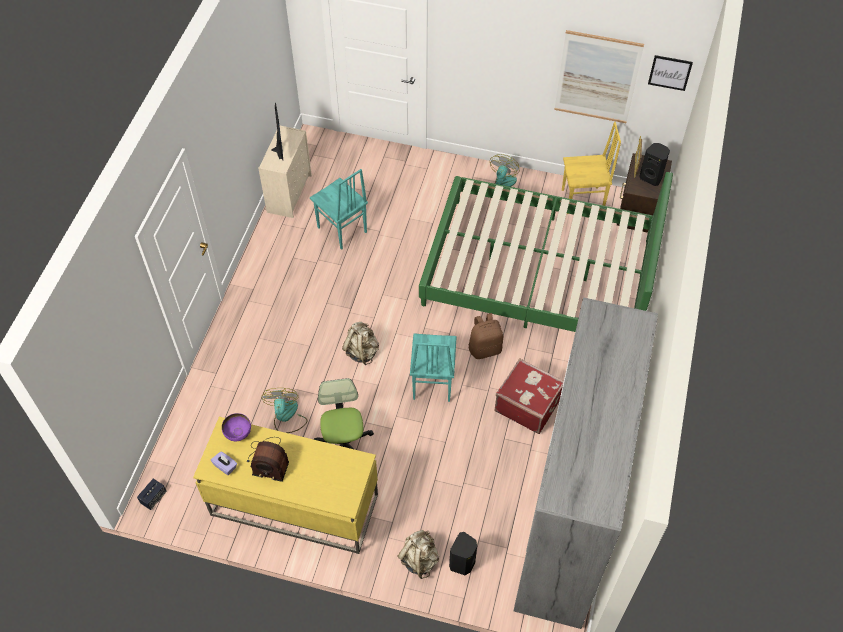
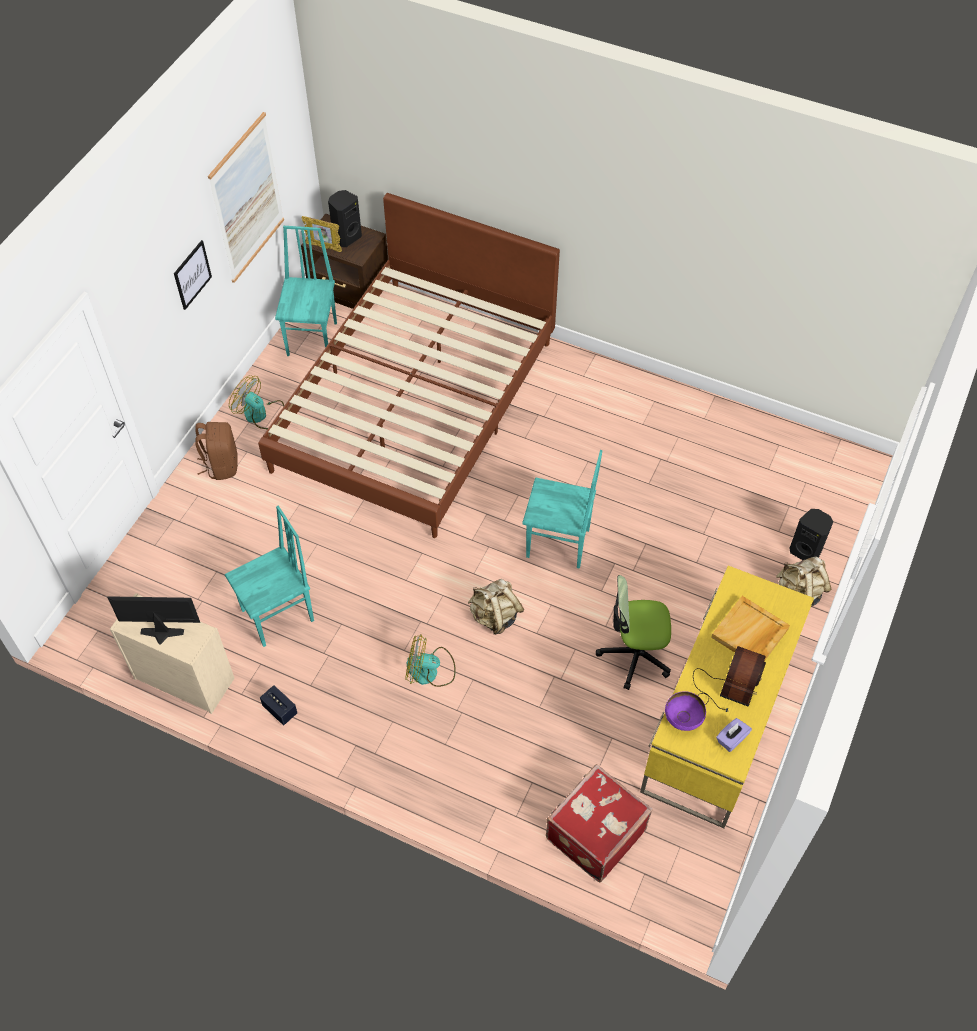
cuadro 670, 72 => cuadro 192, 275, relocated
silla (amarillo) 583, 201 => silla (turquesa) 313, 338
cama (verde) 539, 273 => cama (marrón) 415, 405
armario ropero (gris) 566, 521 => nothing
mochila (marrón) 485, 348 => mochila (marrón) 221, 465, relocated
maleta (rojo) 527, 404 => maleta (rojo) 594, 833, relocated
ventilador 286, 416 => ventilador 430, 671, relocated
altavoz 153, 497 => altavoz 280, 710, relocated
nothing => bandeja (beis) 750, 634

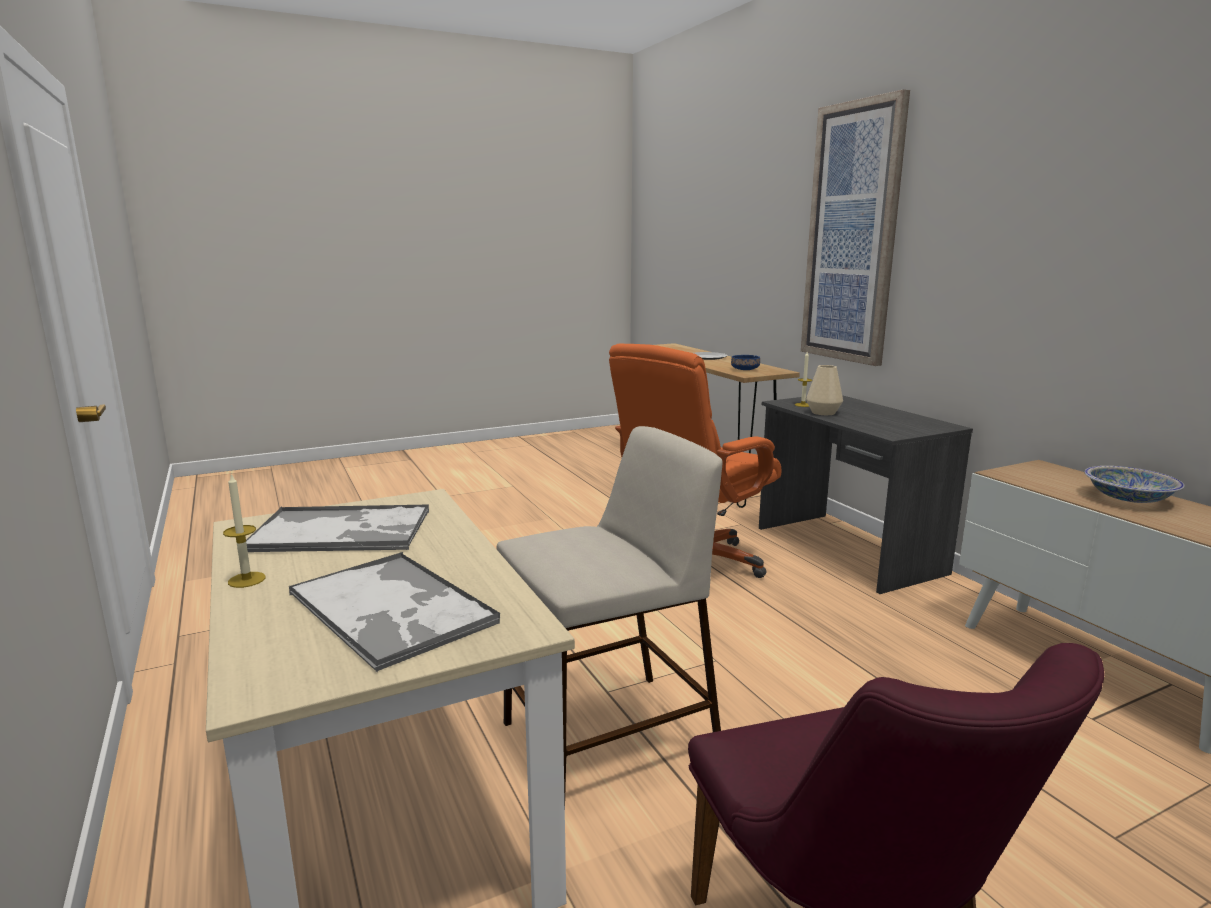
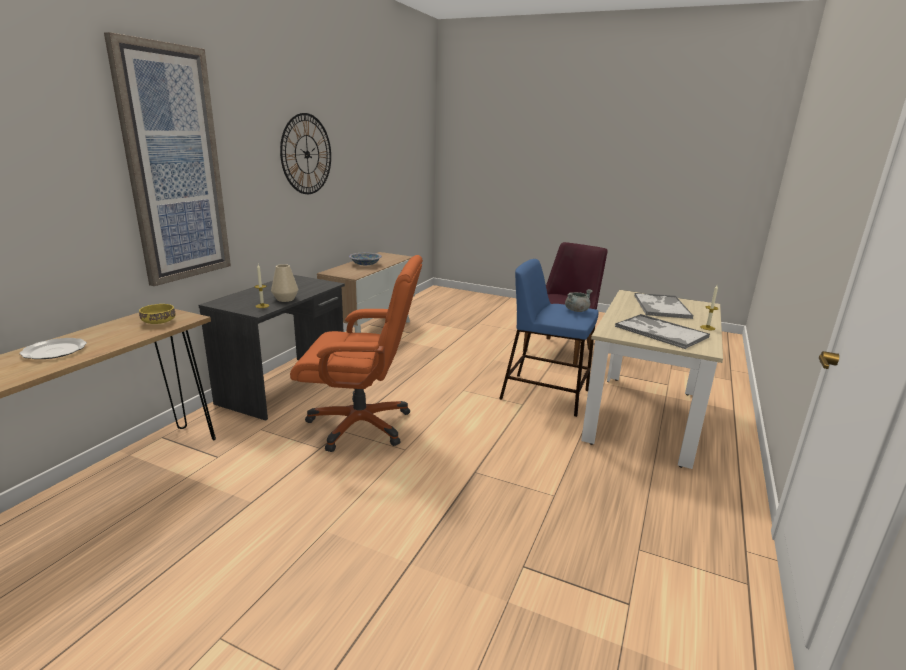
cuenco (azul) 744, 370 => cuenco (amarillo) 159, 322
taburete (beis) 608, 738 => taburete (azul) 546, 394
nothing => reloj de pared 307, 154
nothing => olla (gris) 576, 310

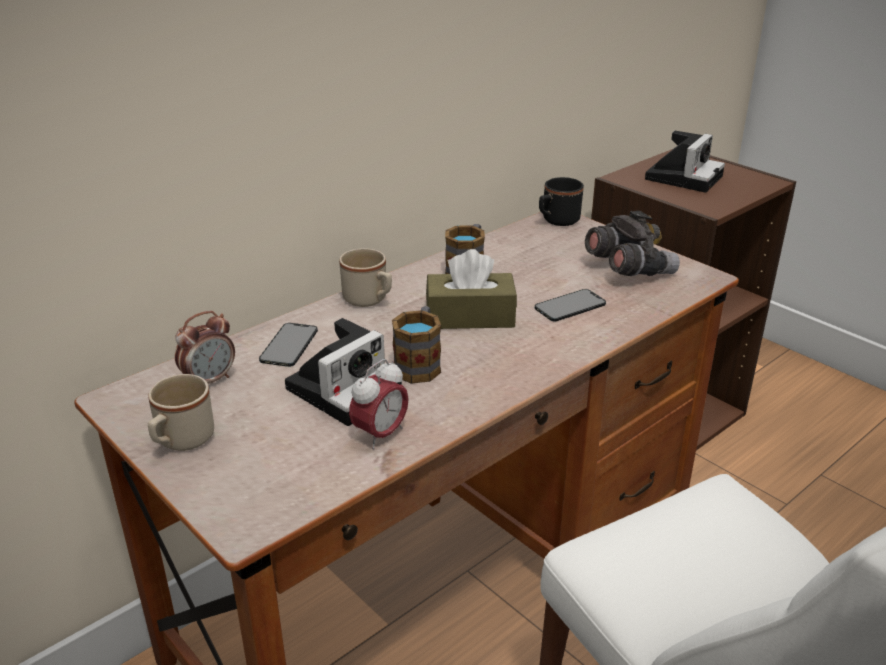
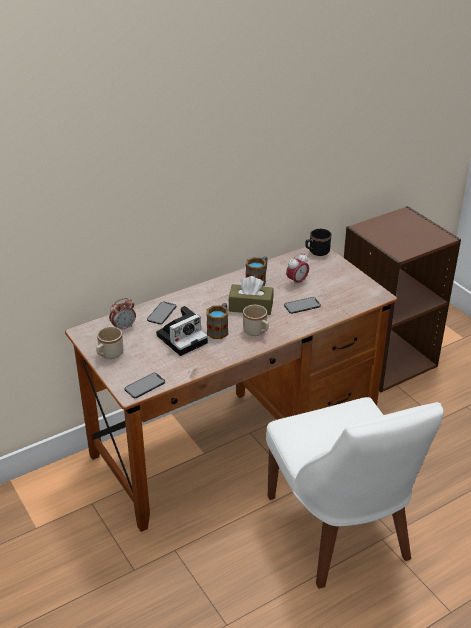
cámara 683, 177 => nothing
prismáticos (gris) 628, 270 => nothing
taza grande (beis) 369, 300 => taza grande (beis) 257, 332, relocated
despertador 380, 435 => despertador 297, 282, relocated
nothing => móvil 145, 385

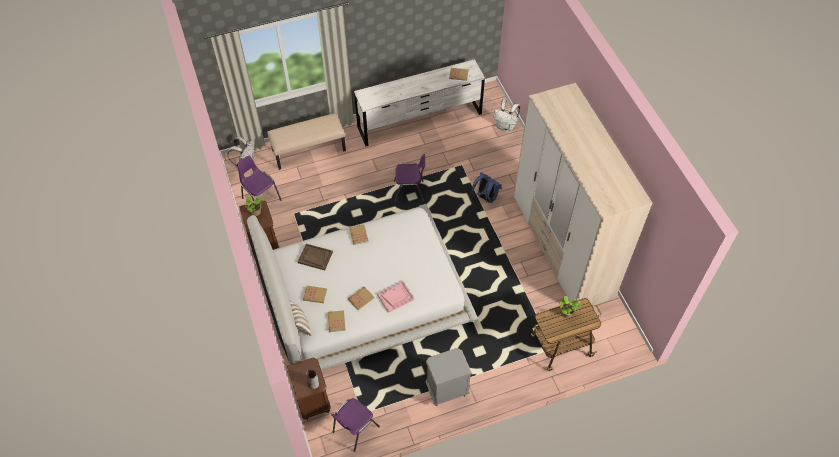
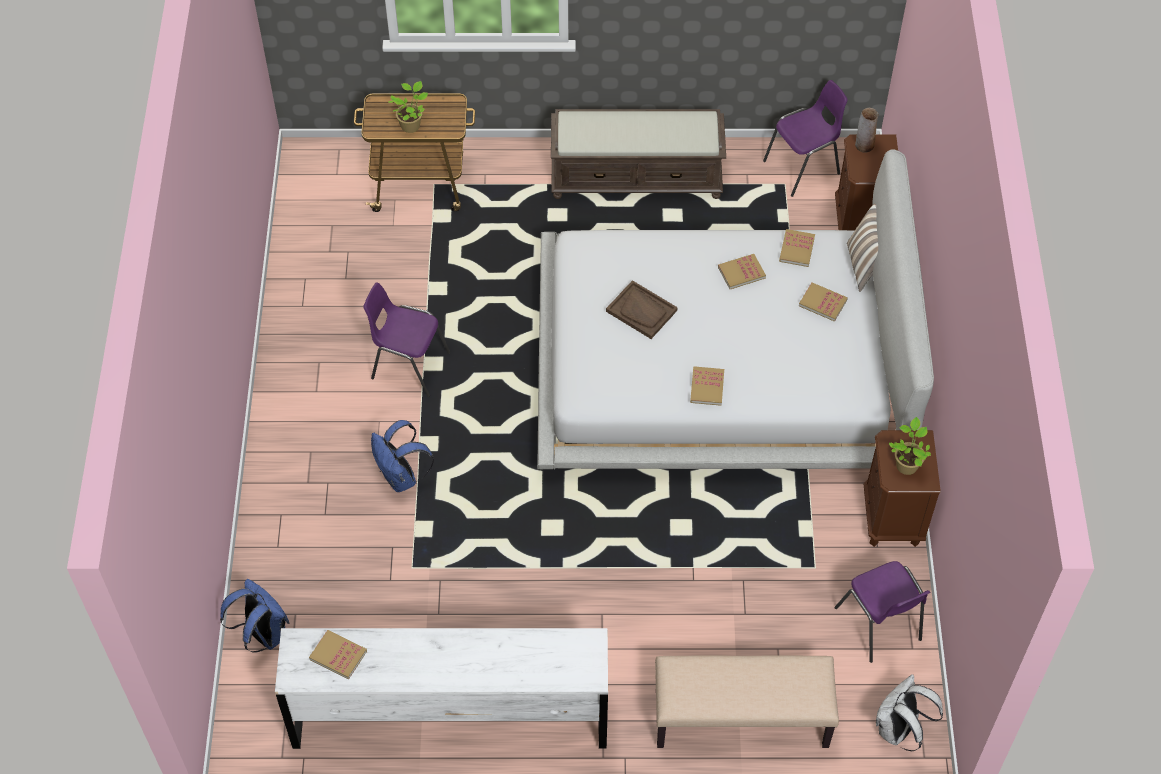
armario ropero 561, 247 => nothing
mochila (blanco) 505, 126 => mochila (azul) 263, 634
silla (morado) 409, 191 => silla (morado) 408, 365, relocated
bandeja (marrón) 315, 257 => bandeja (marrón) 641, 311, relocated
bandeja (rosa) 395, 297 => nothing
mesita de noche (gris) 446, 390 => banco (marrón) 637, 177

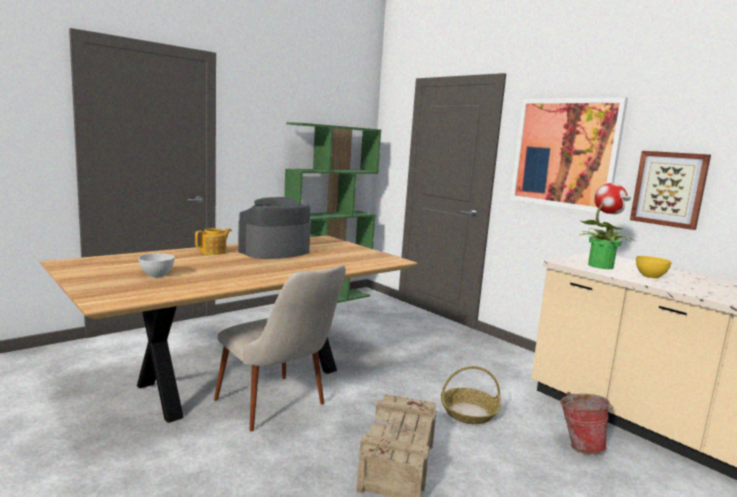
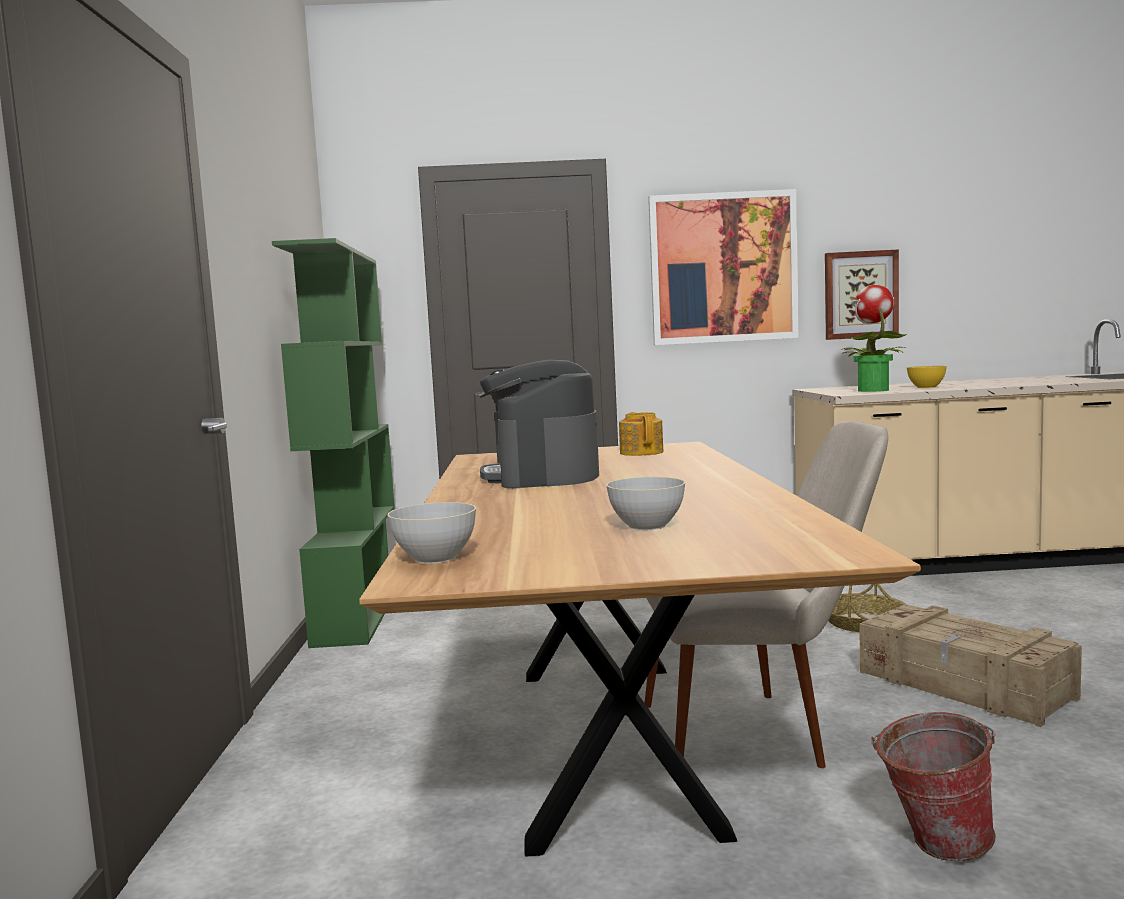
tetera 214, 252 => tetera 642, 452, relocated
cubo 579, 445 => cubo 933, 844, relocated
nothing => cuenco (gris) 435, 558

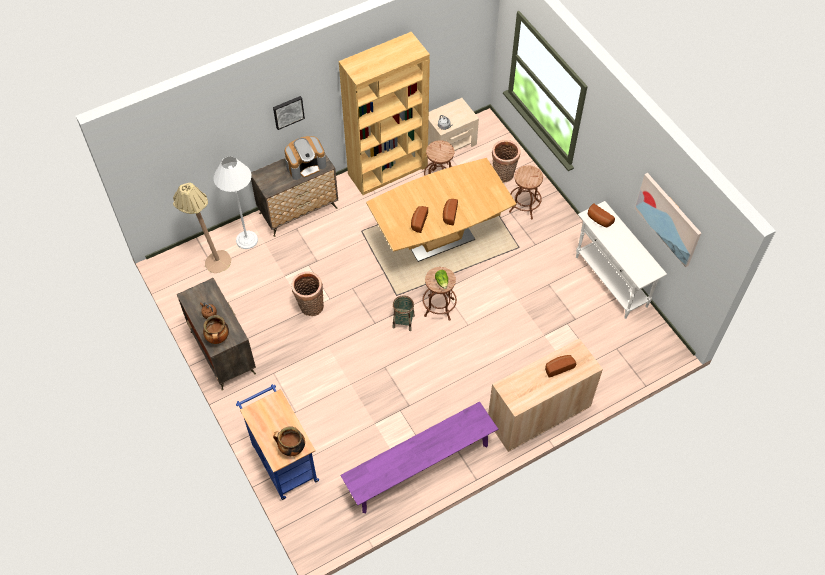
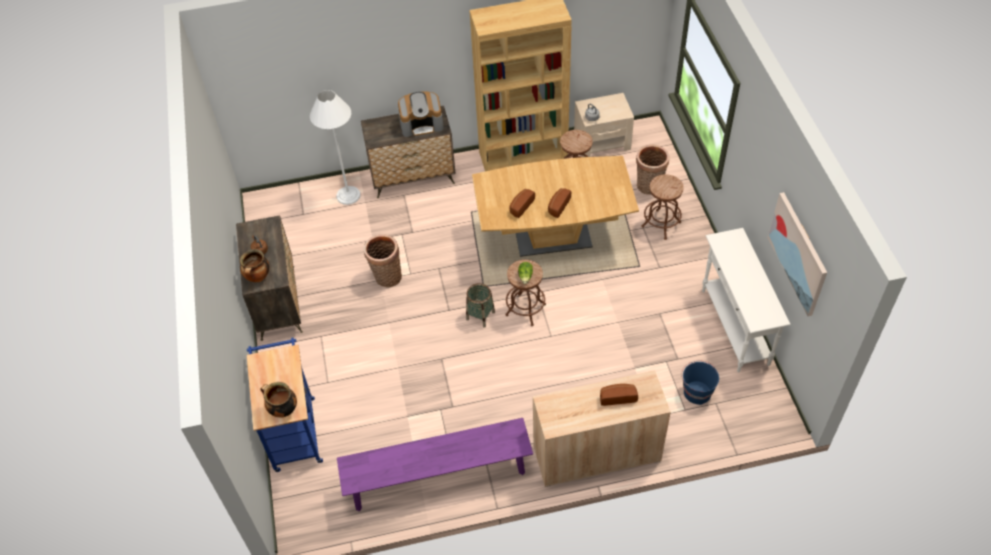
cuadro 288, 111 => nothing
lámpara de pie (beis) 212, 261 => nothing
pan 598, 220 => nothing
nothing => cubo (azul) 696, 392

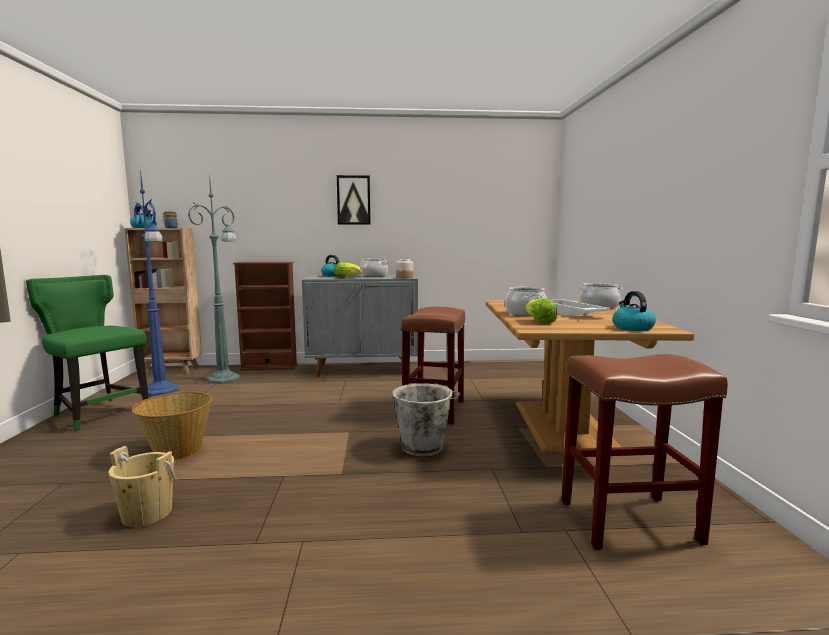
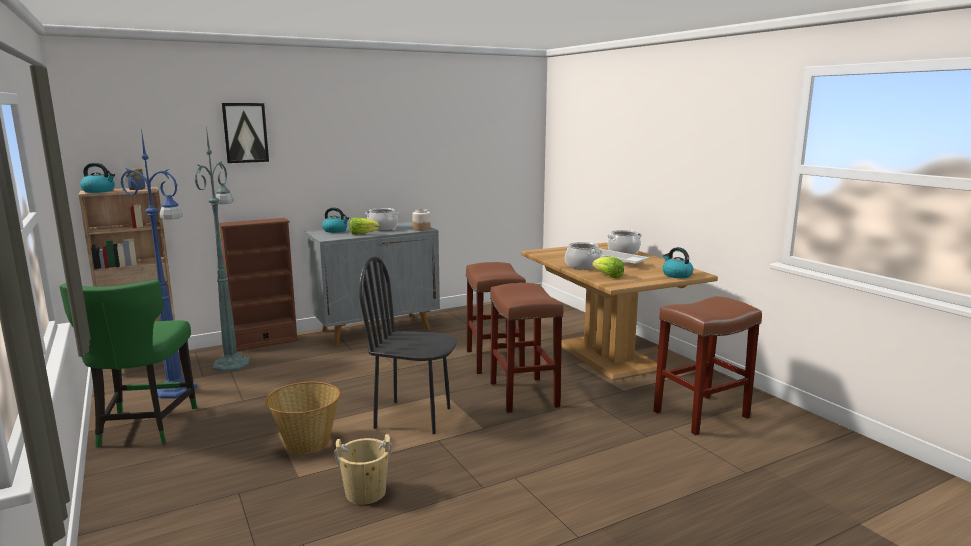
cuadro 353, 200 => cuadro 245, 132, relocated
silla (verde) 98, 413 => silla (verde) 144, 427, 105 degrees counterclockwise
cubo (gris) 424, 447 => taburete (marrón) 522, 394
nothing => silla (negro) 413, 417

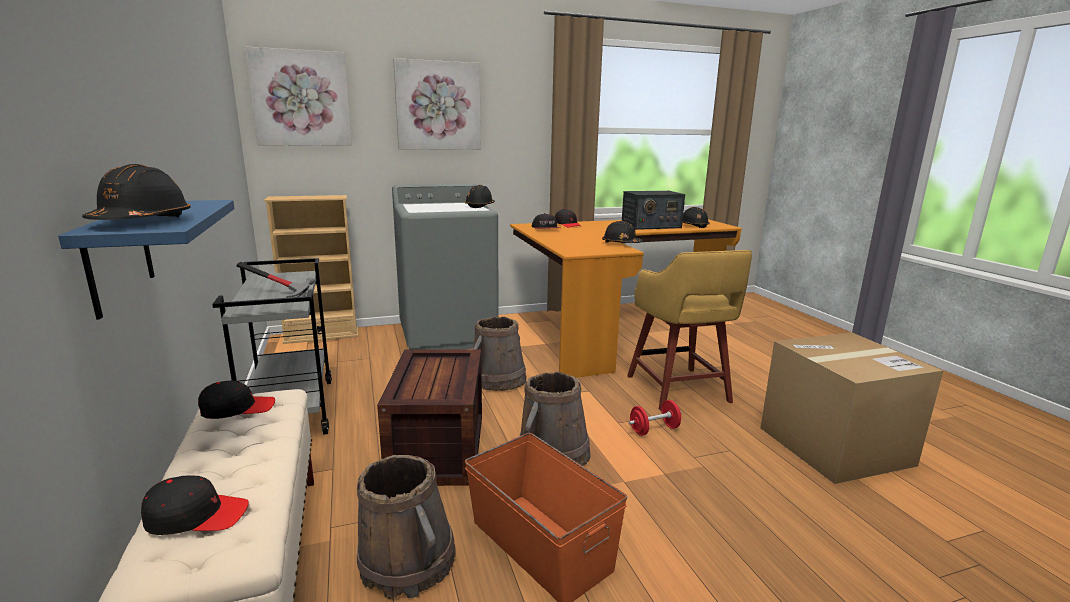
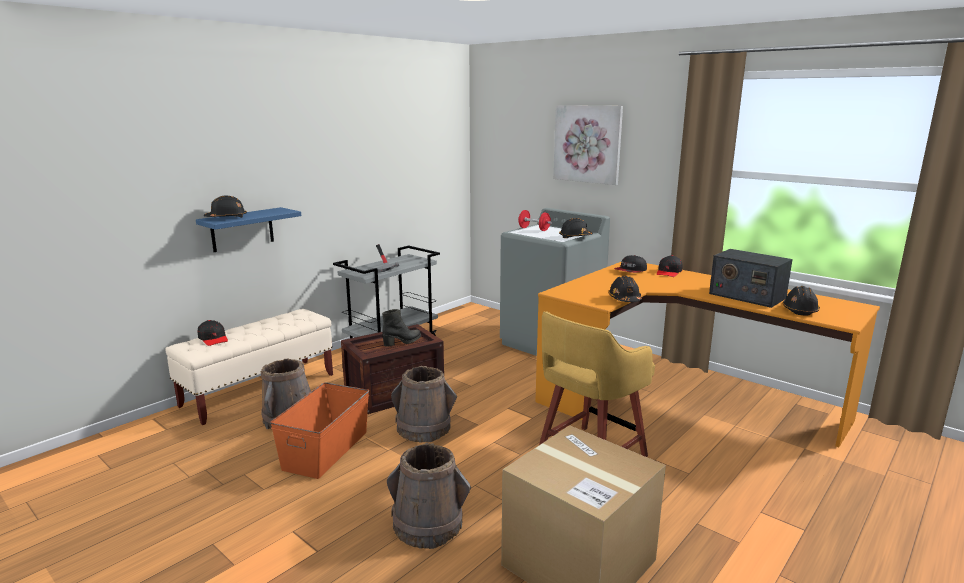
cuadro 301, 98 => nothing
estantería (beis) 321, 336 => nothing
cubo (marrón) 498, 379 => cubo (marrón) 428, 525, relocated
gorra (negro) 237, 408 => nothing
mancuerna (rojo) 654, 430 => mancuerna (rojo) 534, 229, relocated
nothing => bota (negro) 402, 342

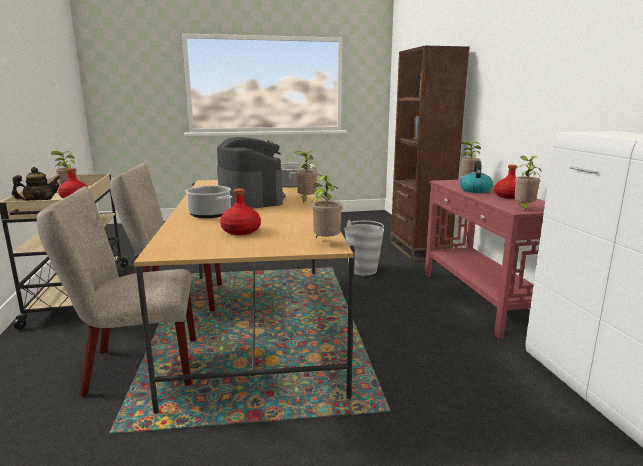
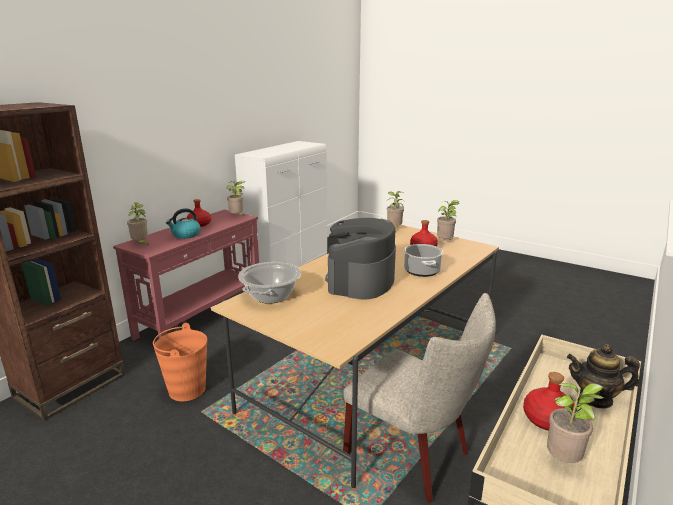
planta en maceta 306, 200 => planta en maceta 445, 242, relocated
silla (beis) 134, 367 => nothing
cubo (gris) 363, 270 => cubo (naranja) 186, 389

